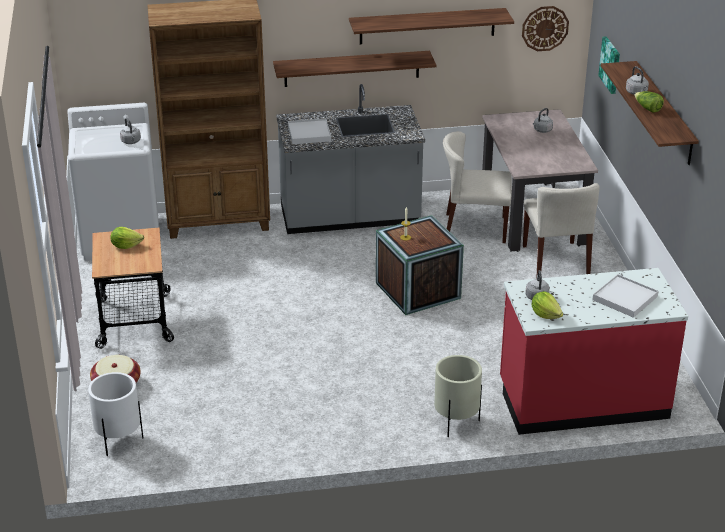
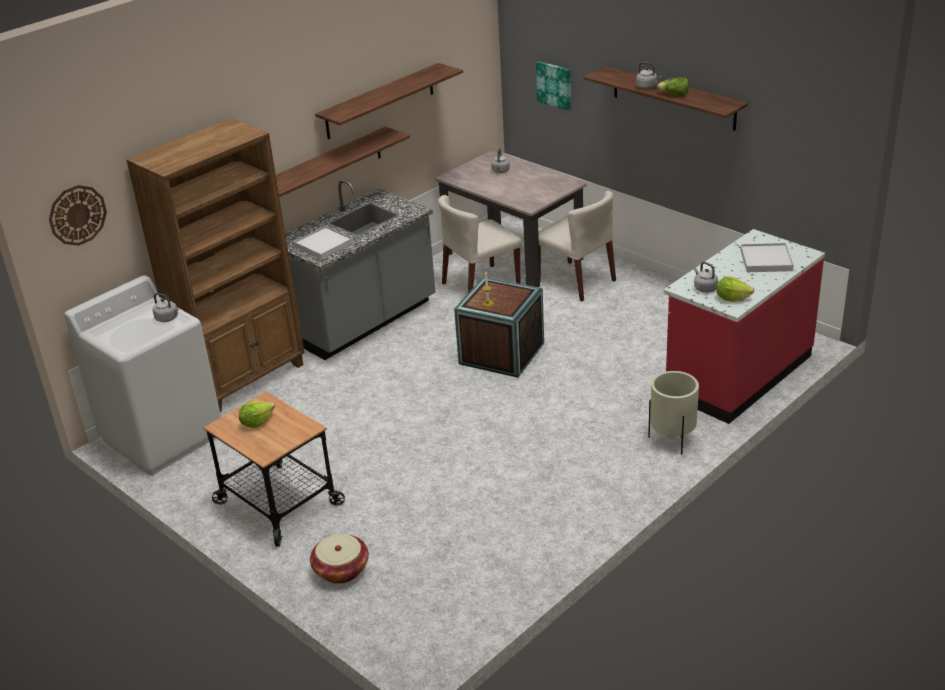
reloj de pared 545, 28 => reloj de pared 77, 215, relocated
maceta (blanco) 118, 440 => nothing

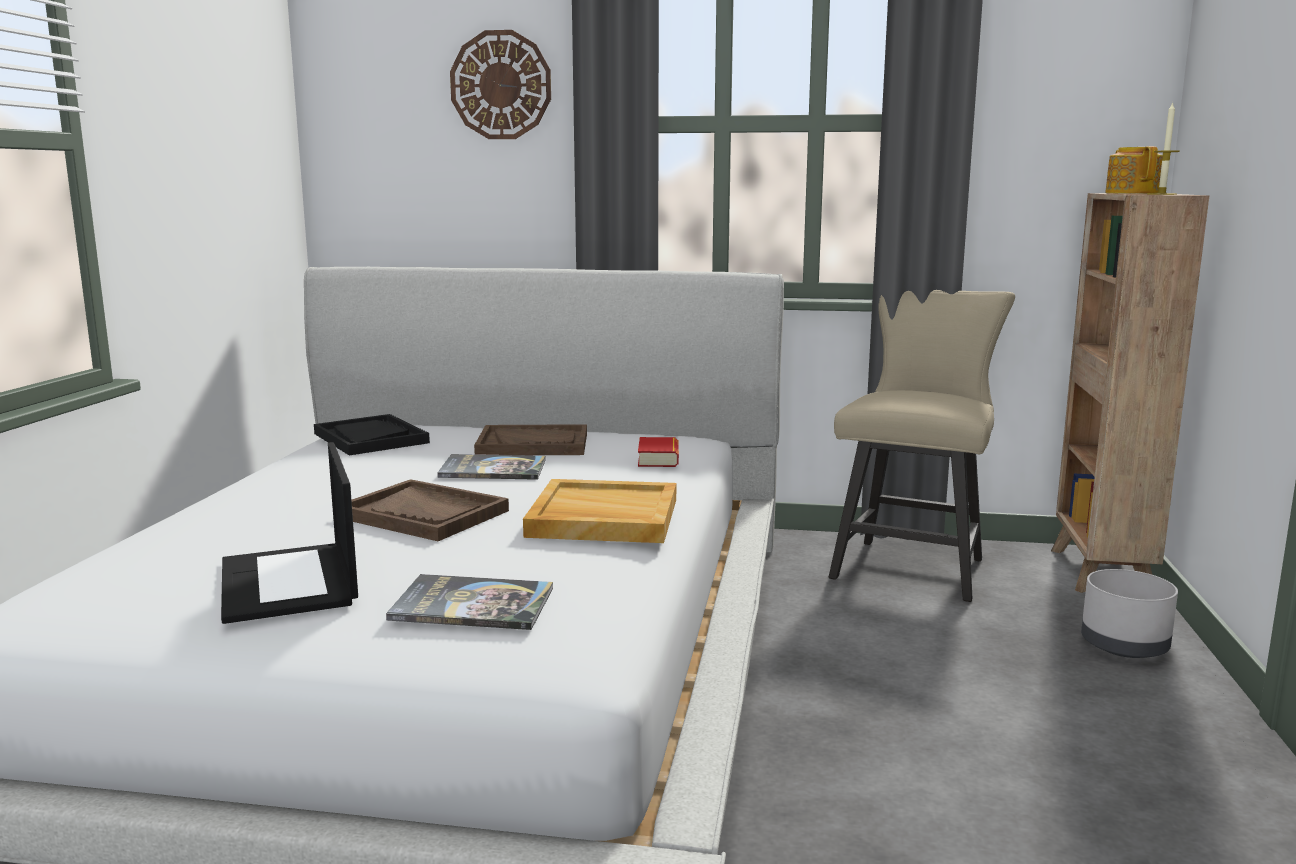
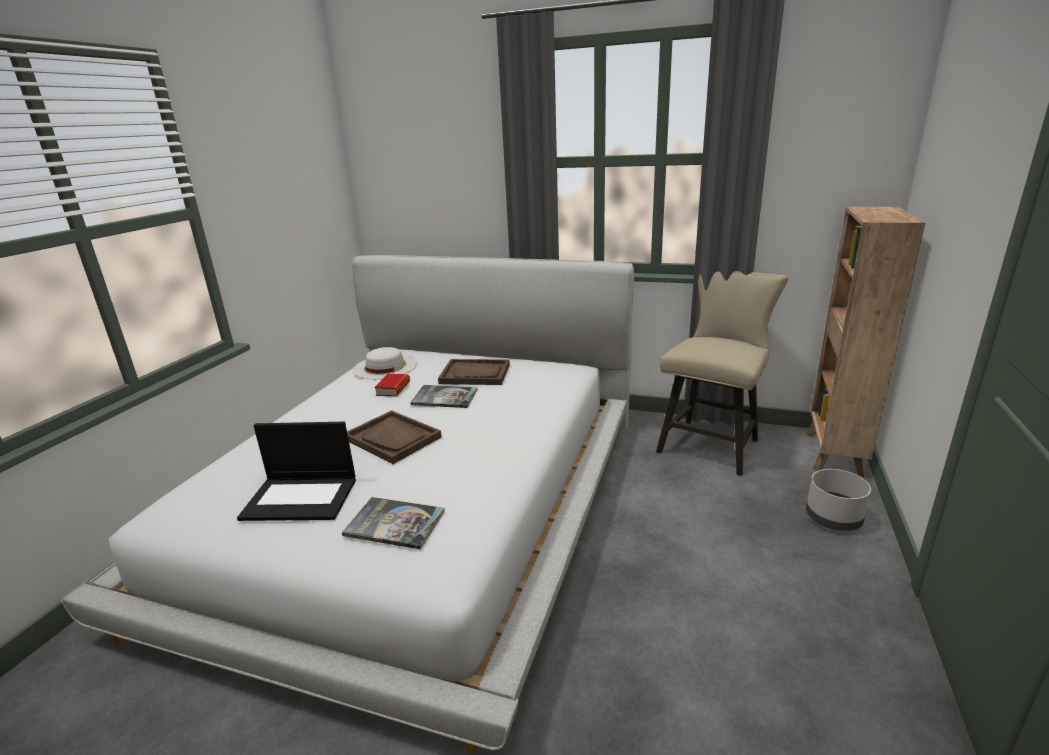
reloj de pared 501, 85 => nothing
vela 1161, 194 => nothing
tetera 1131, 193 => nothing
bandeja (negro) 370, 438 => sombrero (blanco) 385, 366
libro 658, 459 => libro 393, 389, relocated
portátil 290, 583 => portátil 302, 498, 75 degrees counterclockwise
bandeja (beis) 602, 518 => nothing

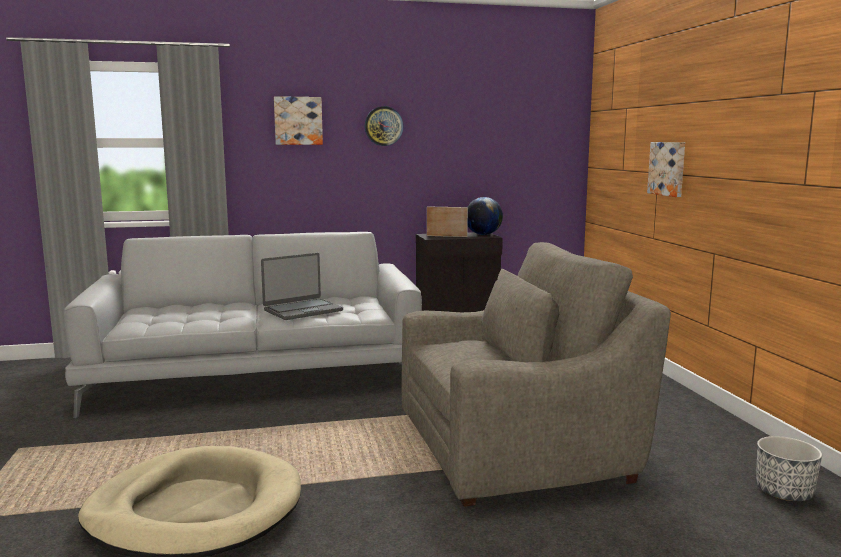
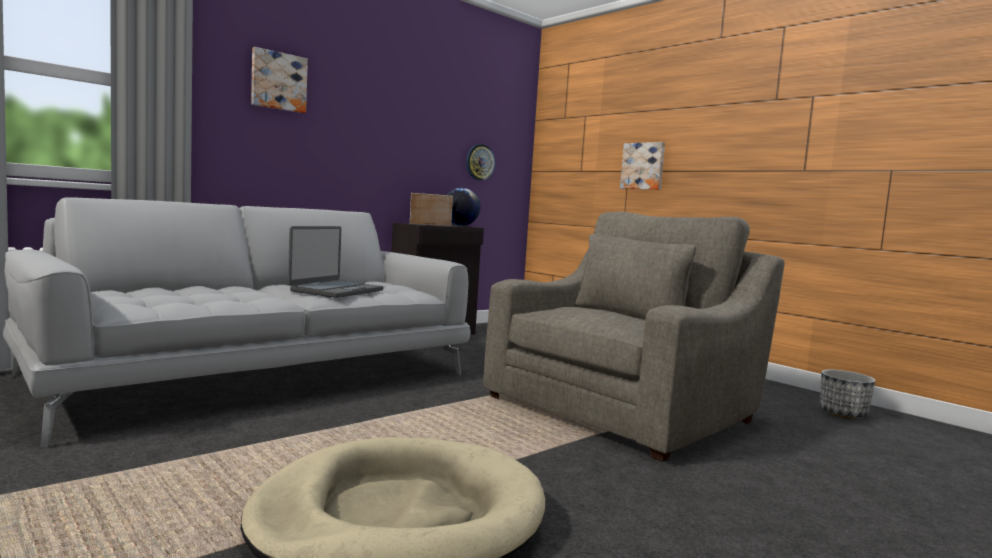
reloj de pared 383, 126 => reloj de pared 480, 162, relocated

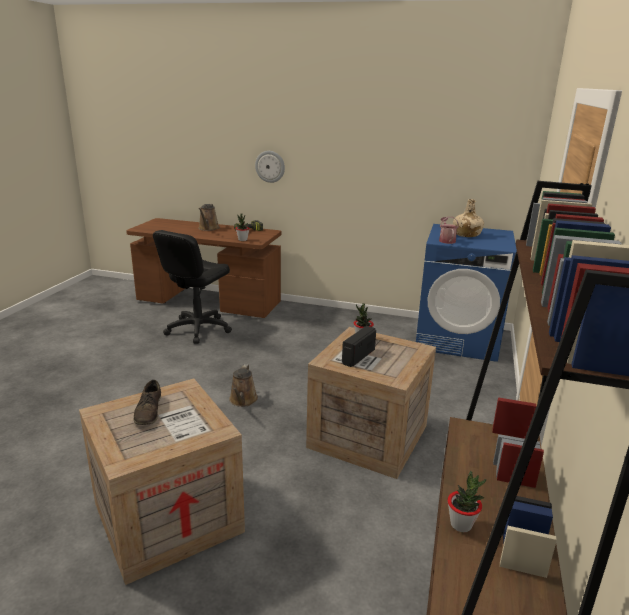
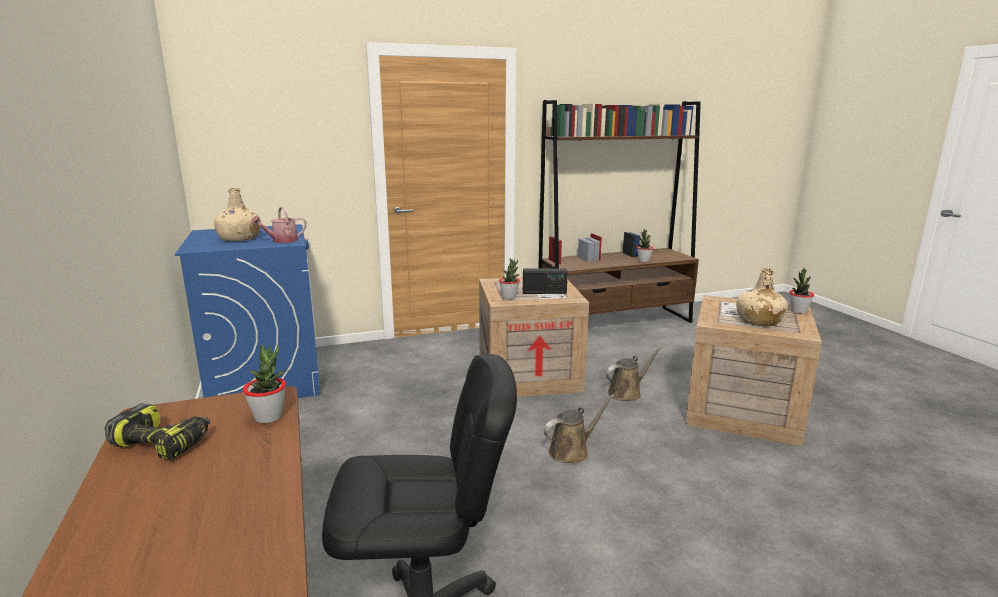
reloj de pared 270, 166 => nothing
regadera (marrón) 208, 228 => regadera (marrón) 627, 393, relocated
zapato (marrón) 149, 411 => botella (beis) 758, 321
nothing => planta en maceta 798, 311

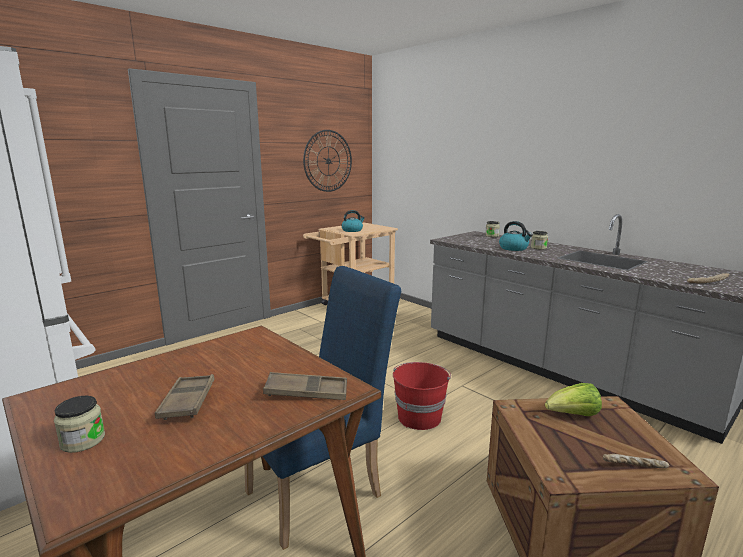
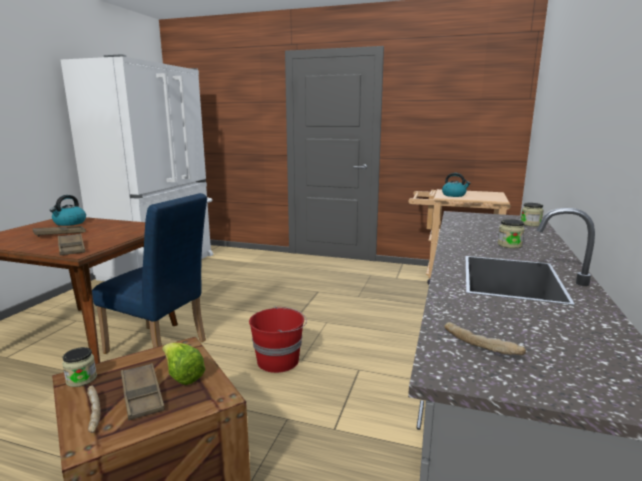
reloj de pared 328, 161 => nothing
hervidor 514, 248 => hervidor 69, 223, relocated
tarro 83, 441 => tarro 81, 379, relocated
nothing => bandeja (marrón) 142, 395

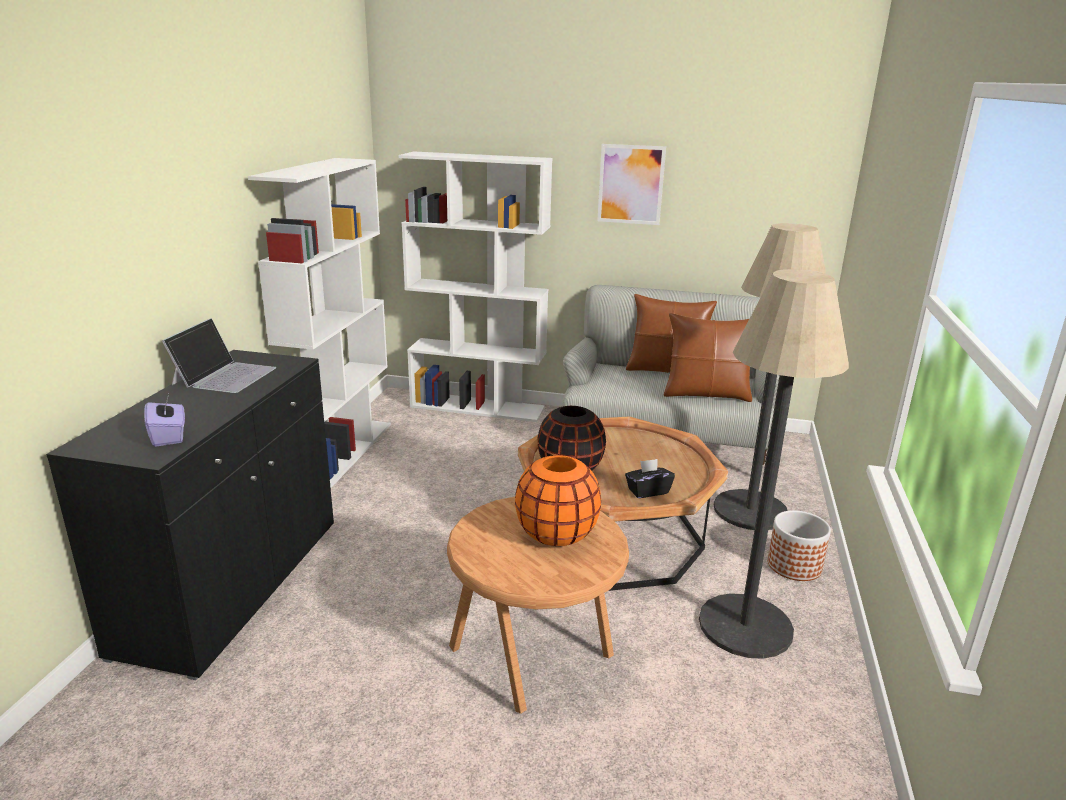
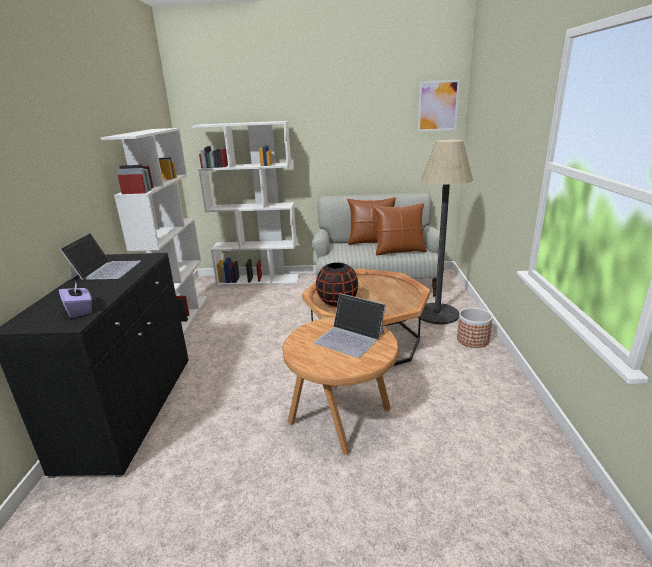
cuadro 631, 184 => cuadro 438, 106, relocated
lámpara de pie 745, 626 => nothing
florero (naranja) 556, 534 => portátil 350, 338
caja de pañuelos (negro) 648, 491 => nothing

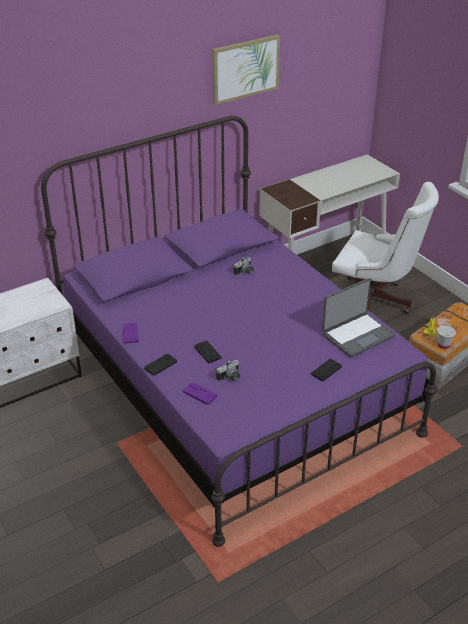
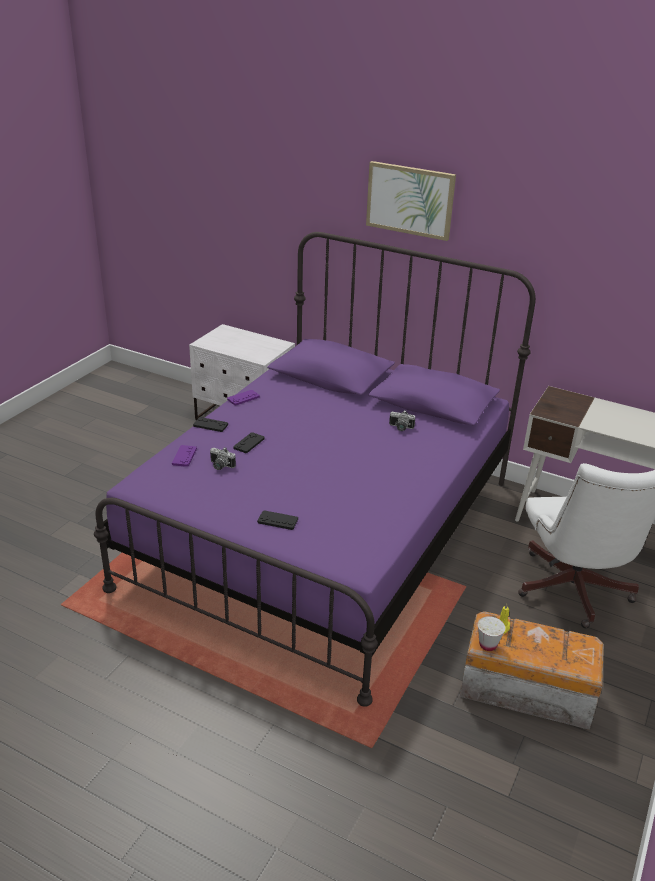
cuadro 245, 68 => cuadro 410, 200, relocated
portátil 357, 335 => nothing

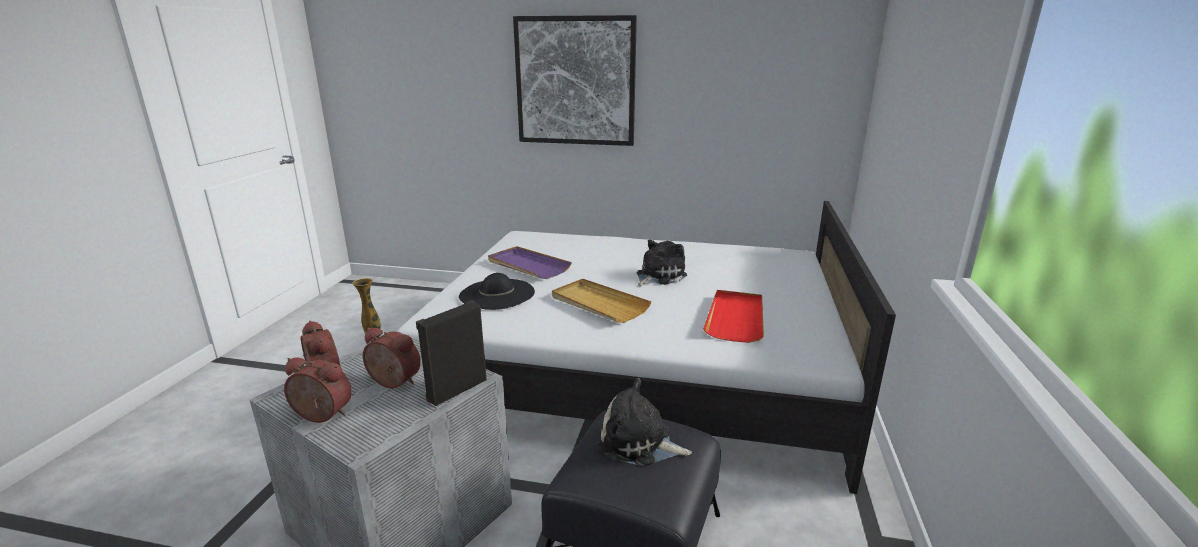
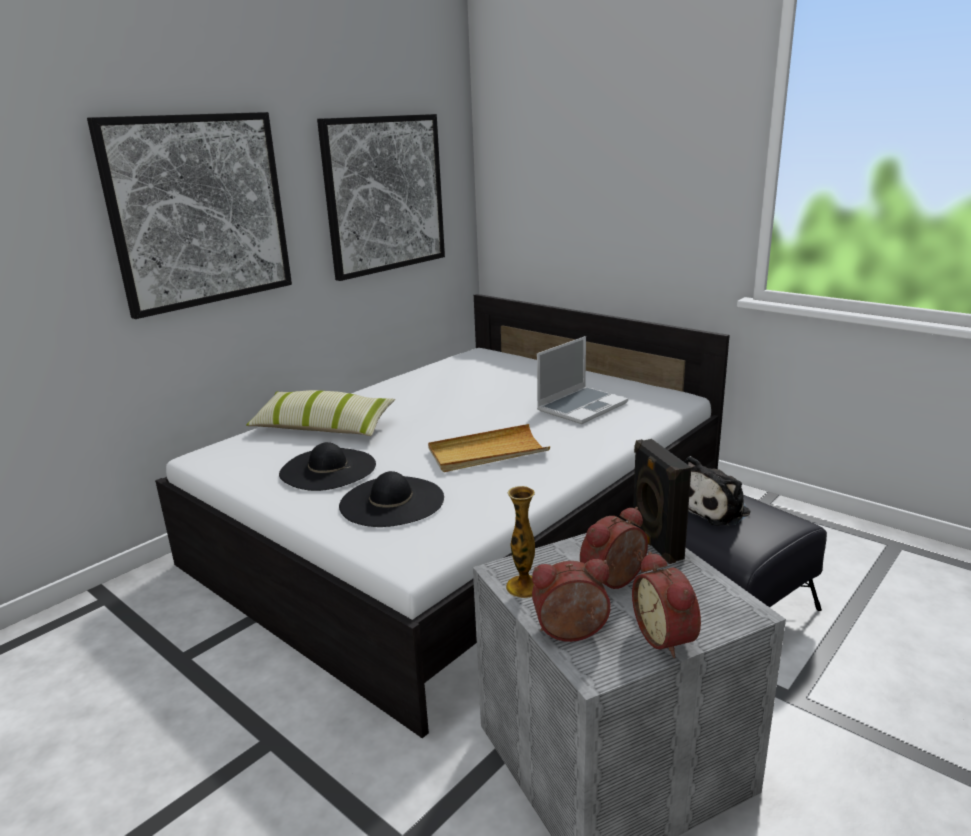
peluche 658, 276 => nothing
bandeja (morado) 528, 265 => sombrero (negro) 328, 469
bandeja (rojo) 735, 318 => portátil 582, 406
despertador 320, 416 => despertador 667, 637, 60 degrees counterclockwise
nothing => cuadro 385, 194
nothing => cojín 323, 427

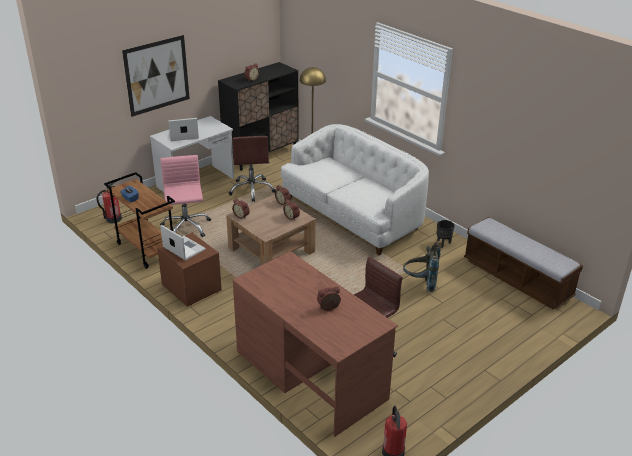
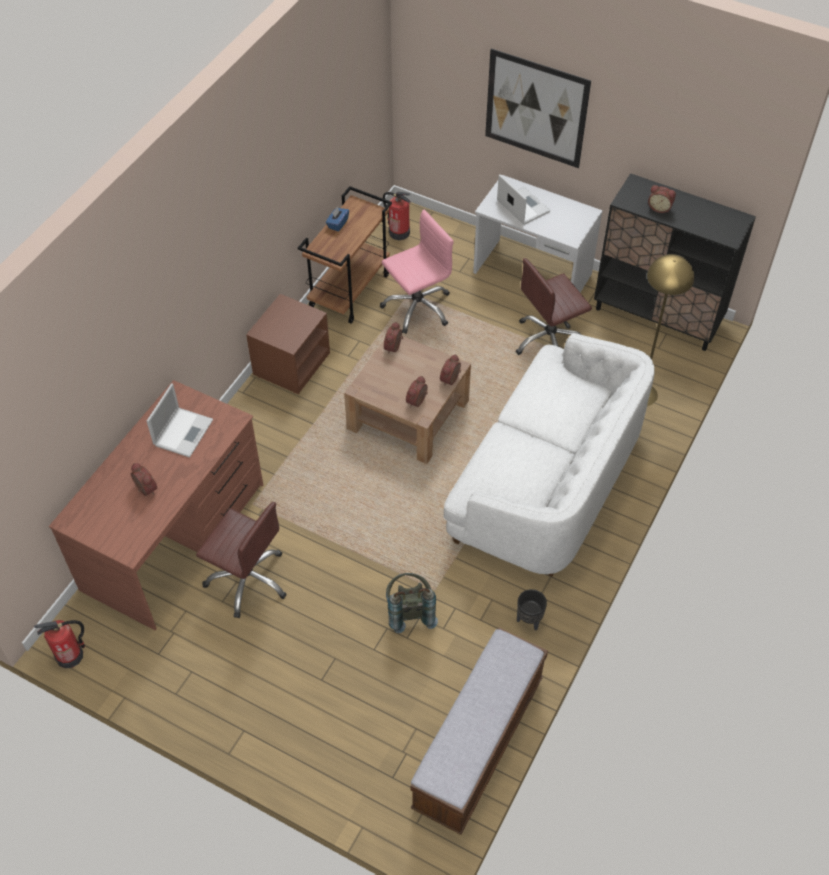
portátil 183, 248 => portátil 184, 431, relocated

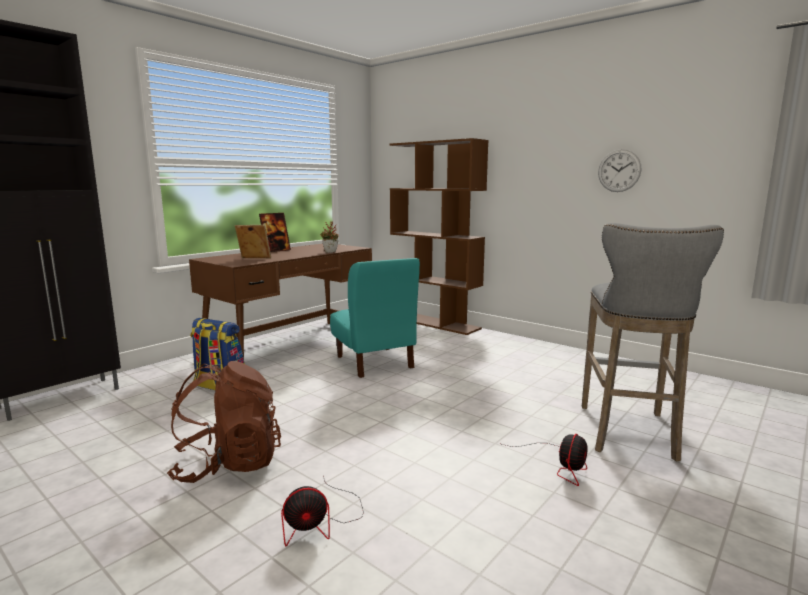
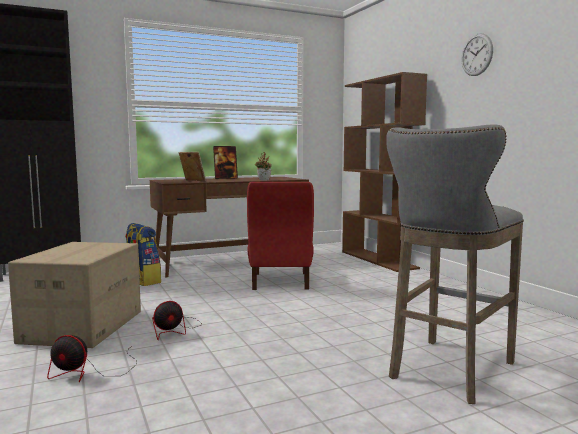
reloj de pared 619, 170 => reloj de pared 476, 55, relocated
silla (turquesa) 374, 362 => silla (rojo) 280, 281
mochila (marrón) 228, 464 => caja de cartón 82, 326
ventilador 560, 465 => ventilador 175, 330, relocated

